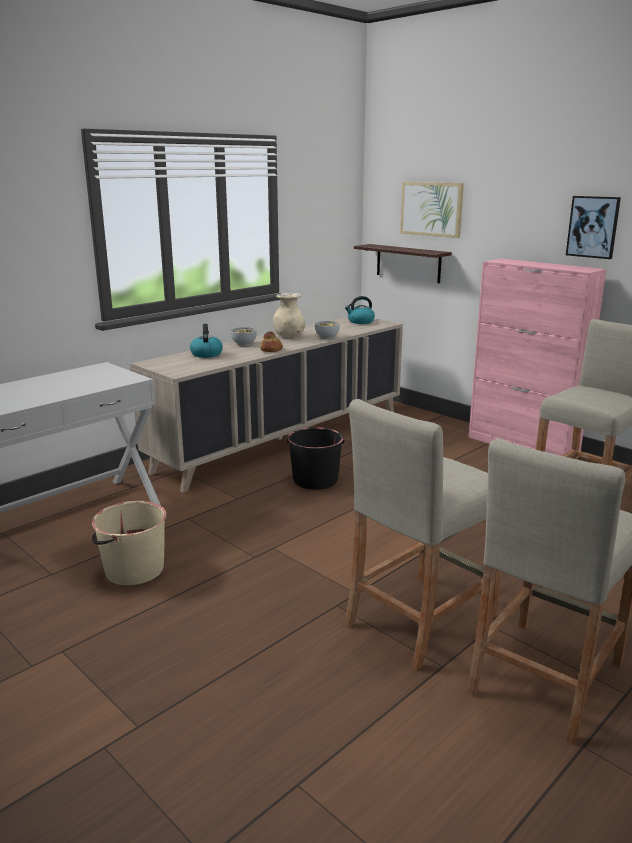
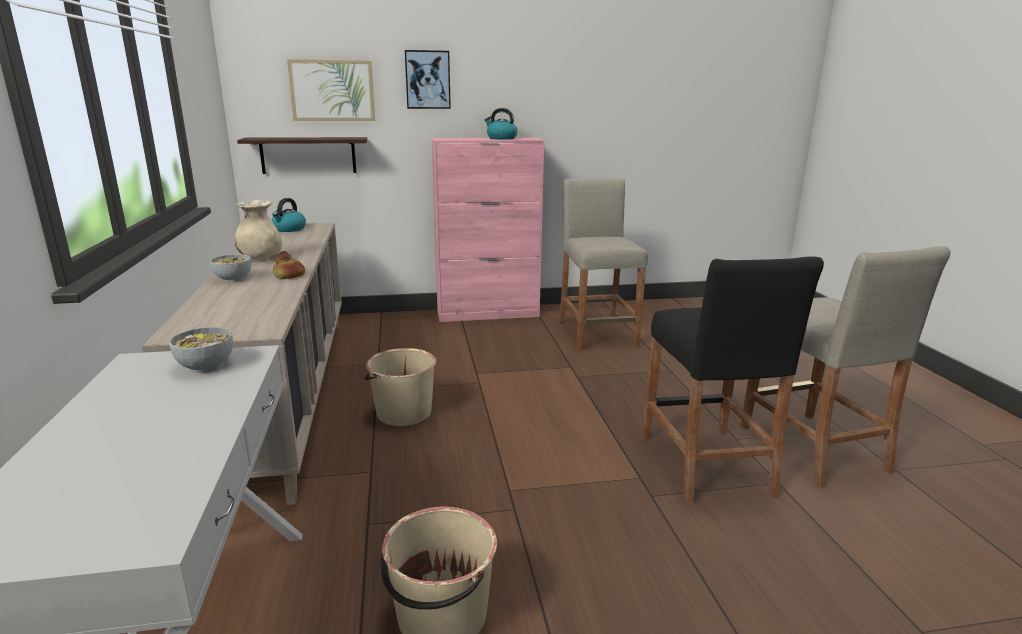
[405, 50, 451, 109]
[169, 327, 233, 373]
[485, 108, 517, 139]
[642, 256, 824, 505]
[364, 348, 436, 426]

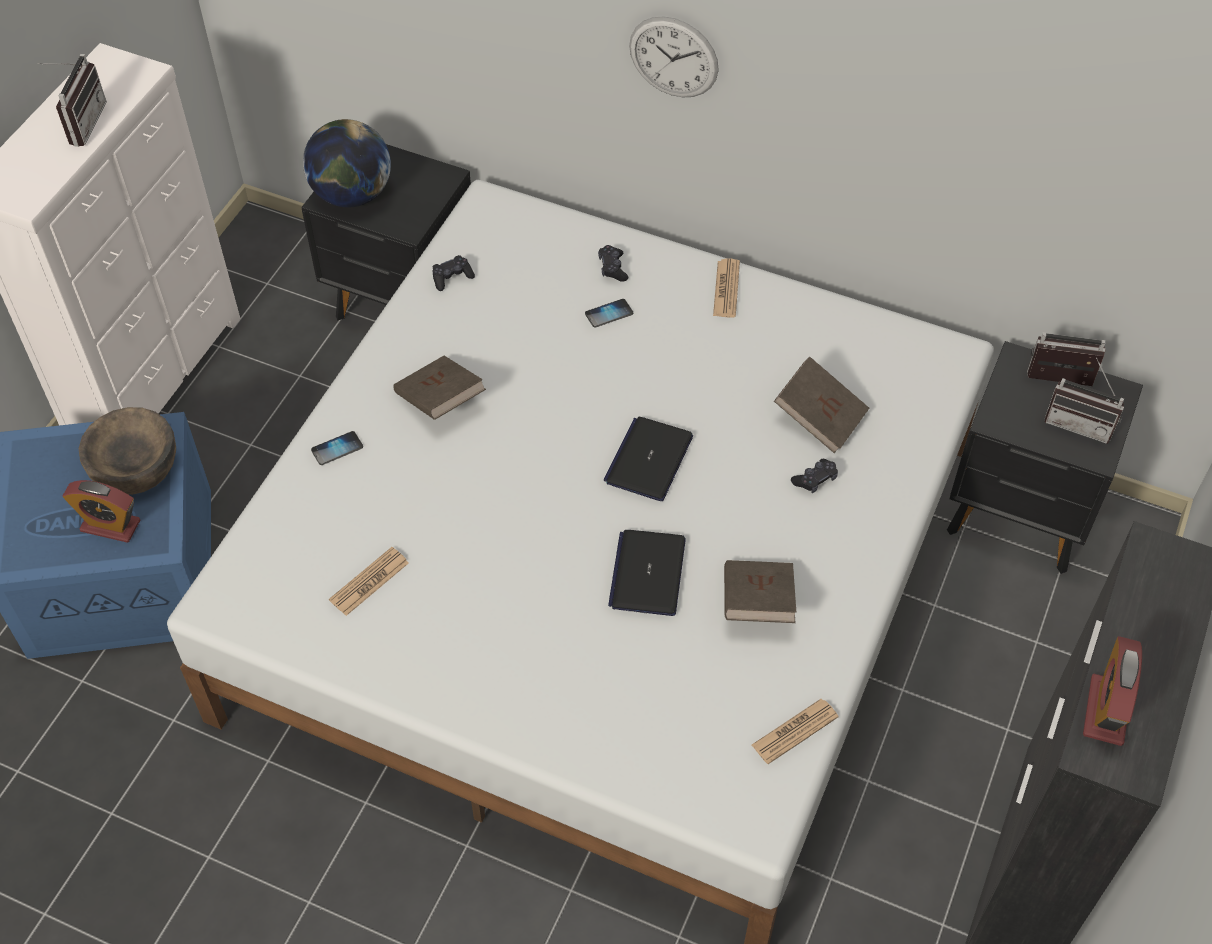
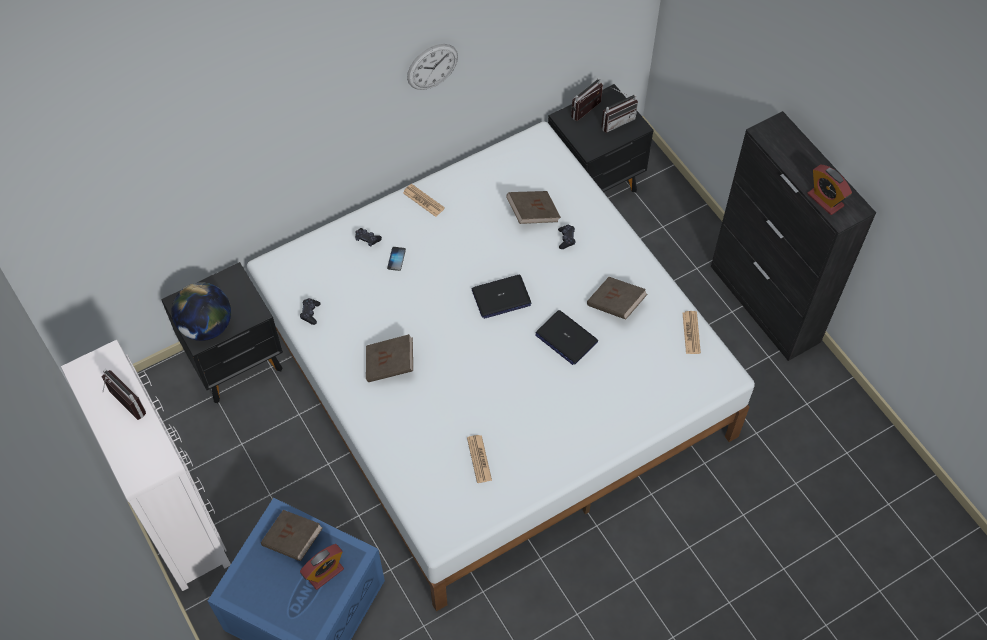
[407, 44, 458, 90]
[261, 510, 323, 561]
[472, 275, 531, 319]
[311, 431, 363, 465] (first image)

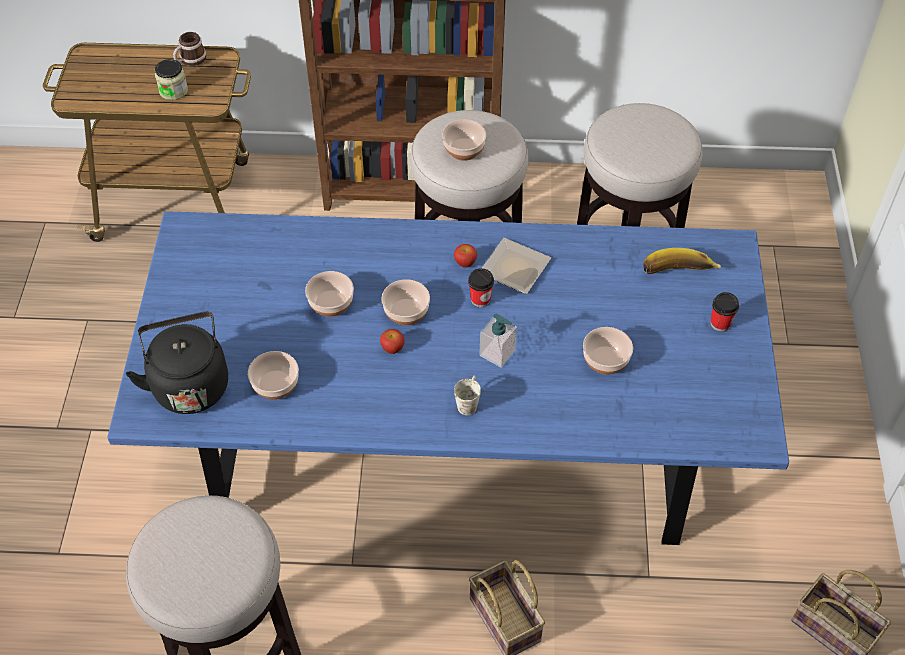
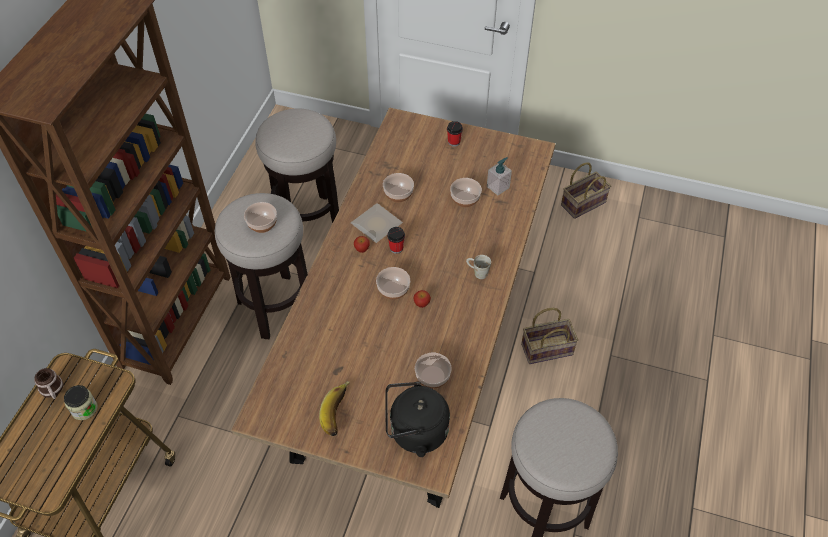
[232, 108, 555, 508]
[319, 381, 350, 436]
[383, 173, 414, 202]
[487, 157, 512, 195]

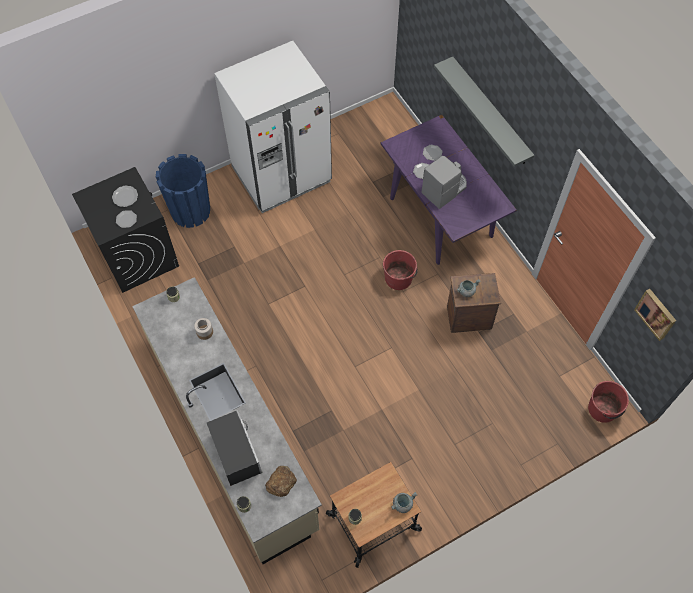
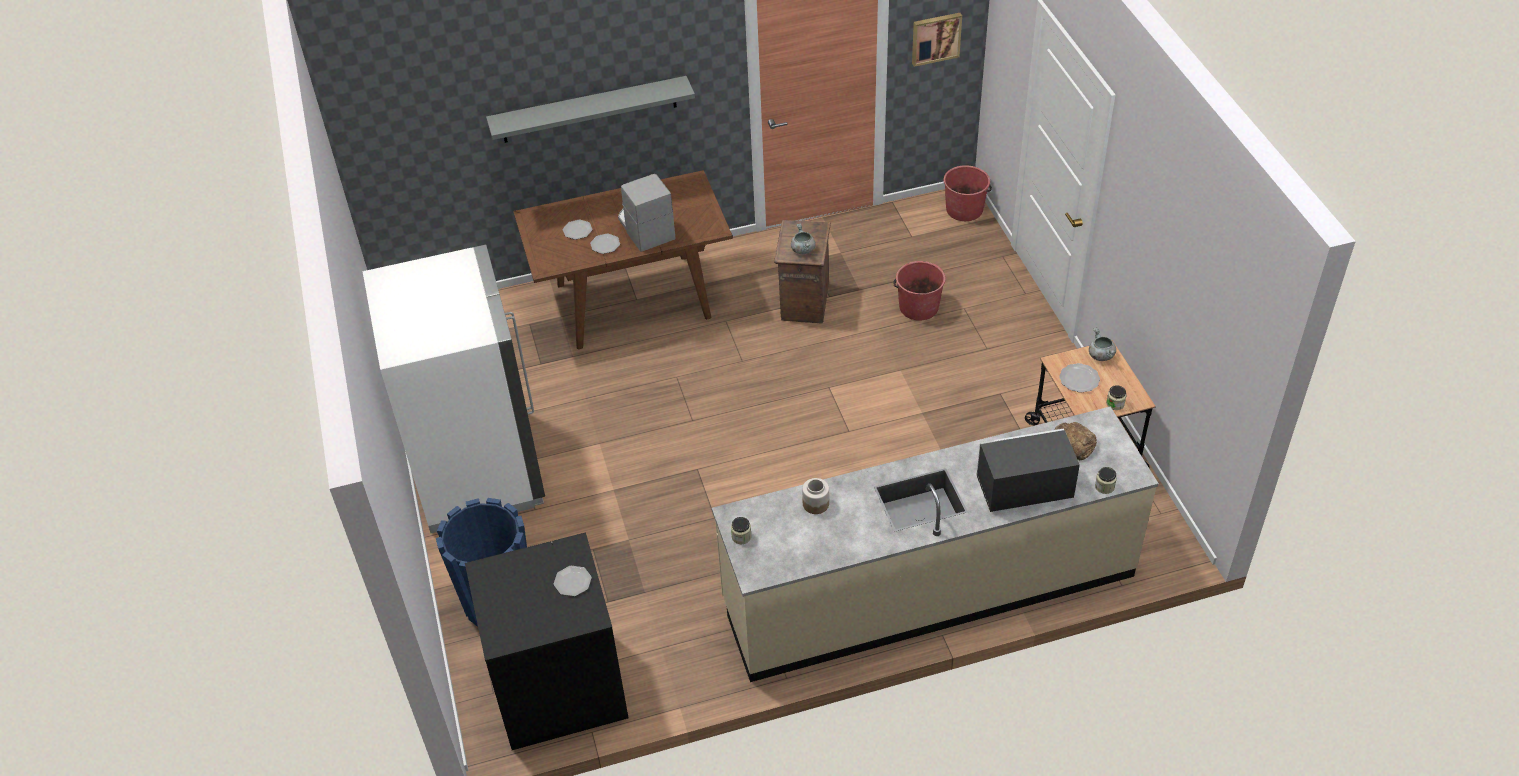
[513, 170, 733, 349]
[1059, 363, 1100, 393]
[893, 261, 946, 321]

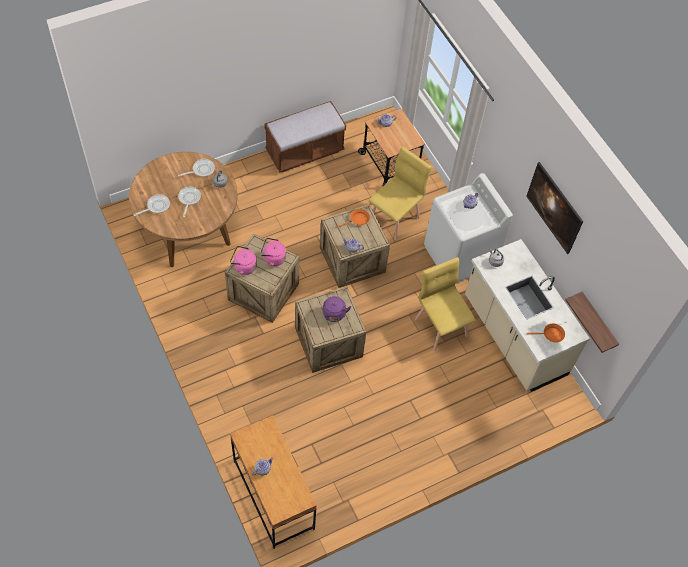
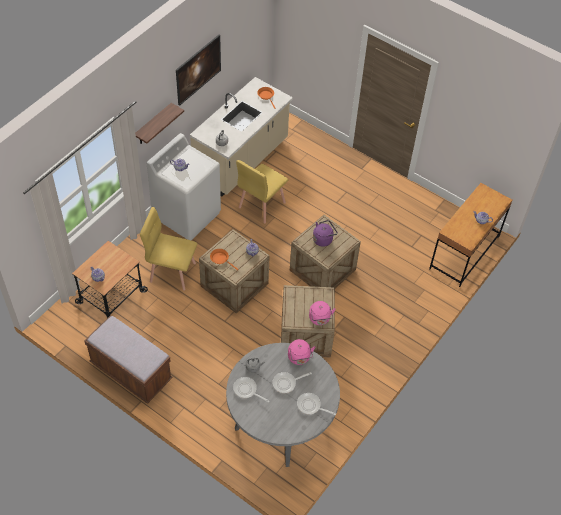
[226, 343, 340, 467]
[288, 339, 315, 365]
[135, 103, 184, 144]

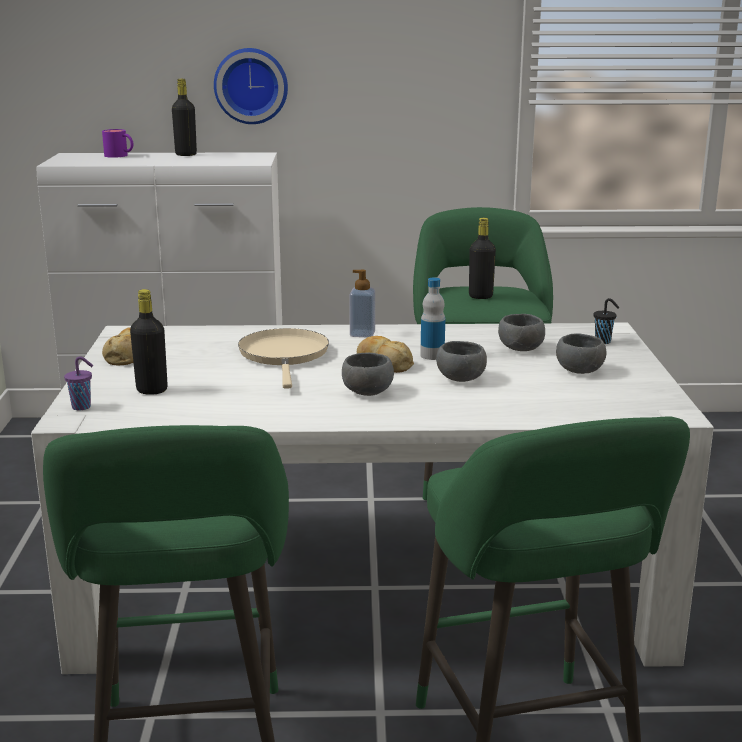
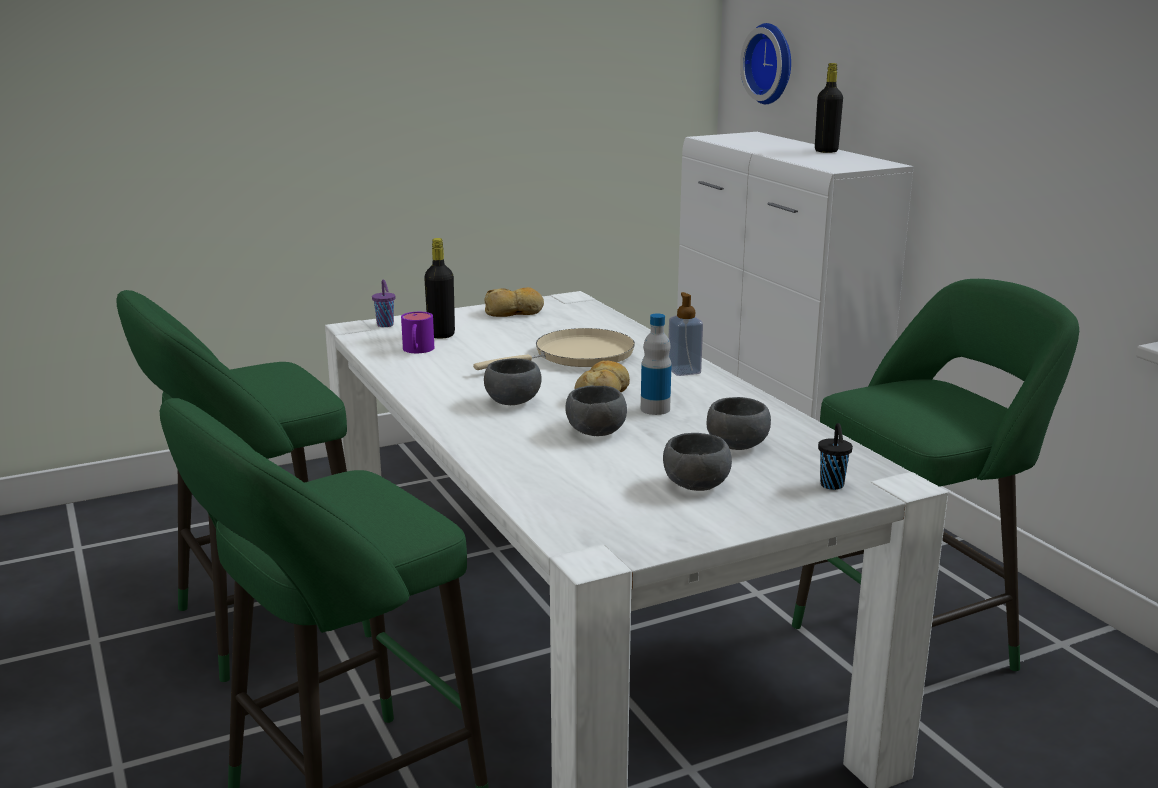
[740, 23, 791, 104]
[401, 312, 434, 353]
[469, 218, 496, 299] (first image)

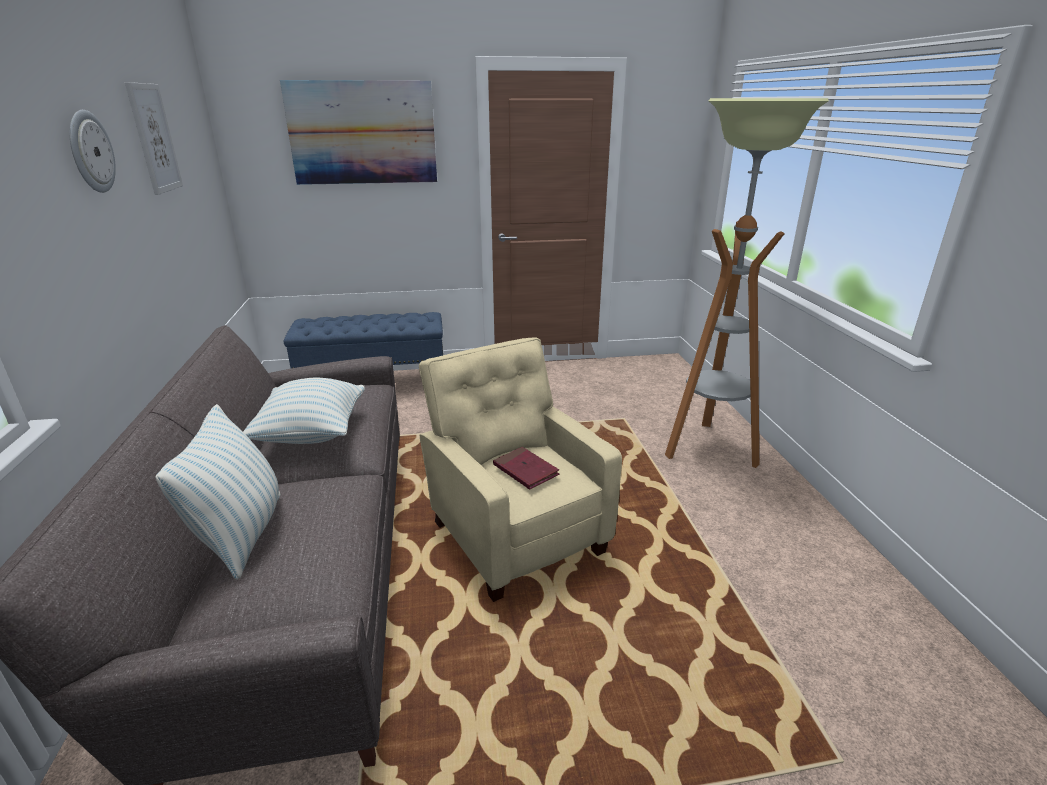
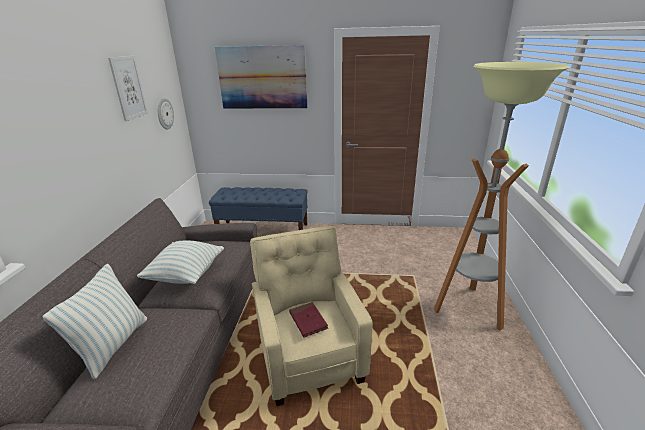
[158, 98, 174, 130]

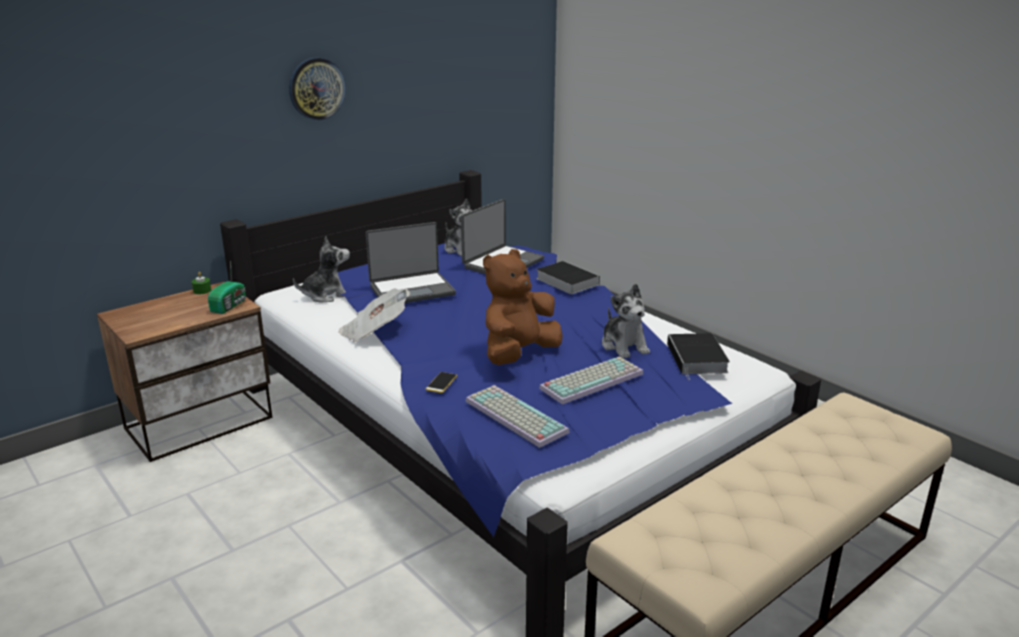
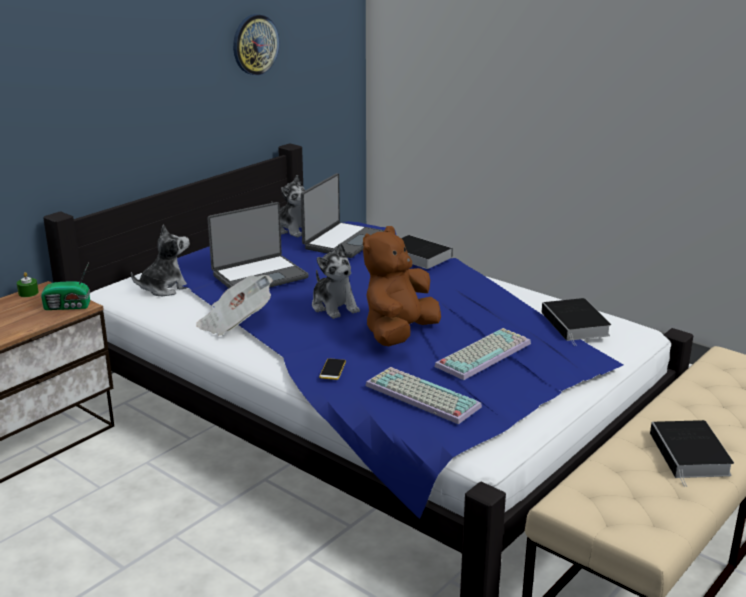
[233, 14, 279, 75]
[41, 262, 90, 310]
[312, 243, 360, 319]
[650, 420, 734, 487]

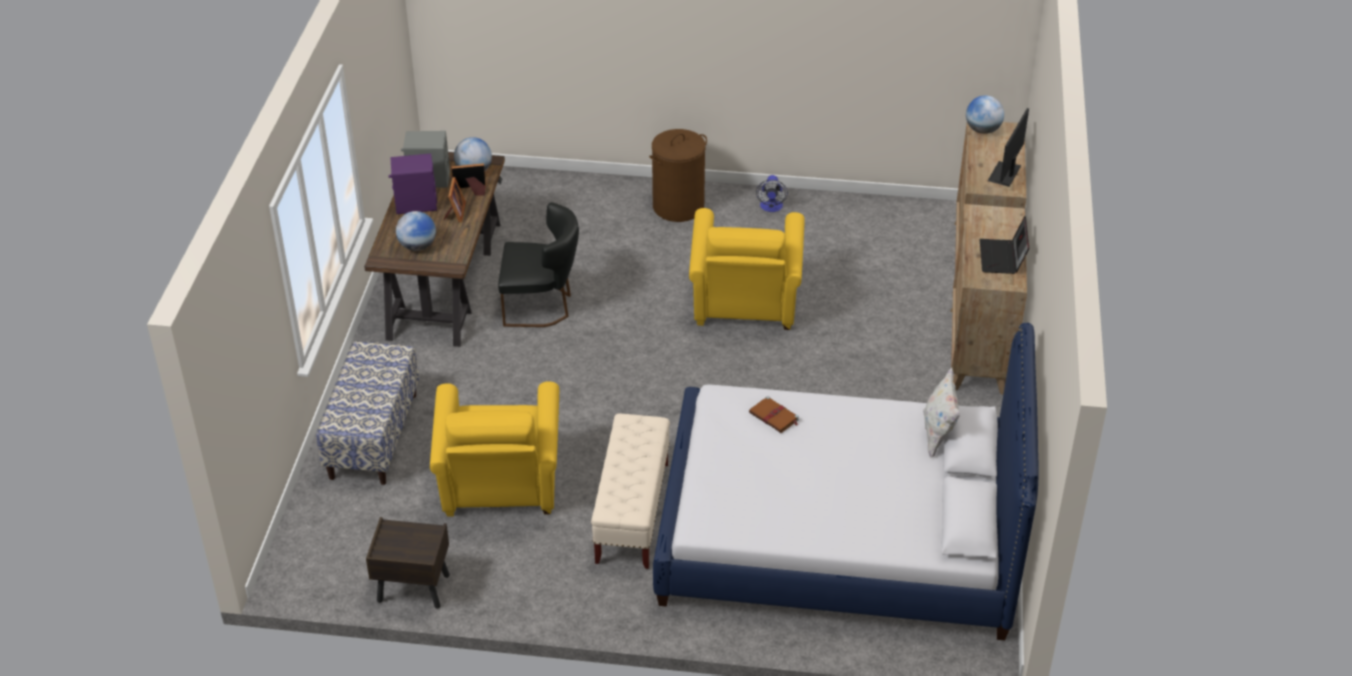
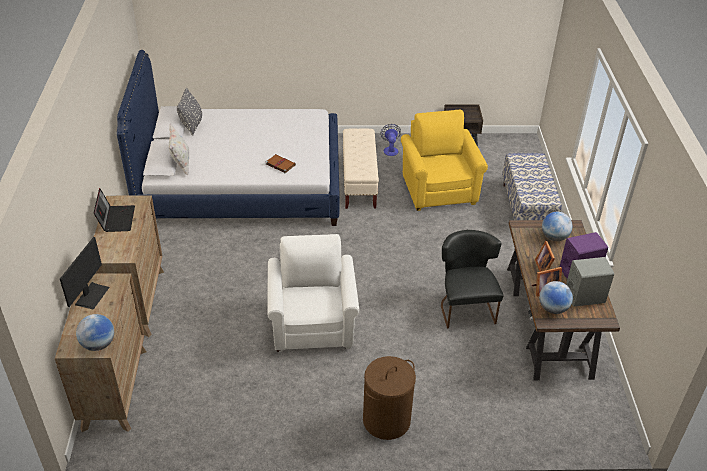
[381, 124, 401, 156]
[441, 229, 504, 329]
[268, 234, 359, 352]
[177, 88, 202, 136]

